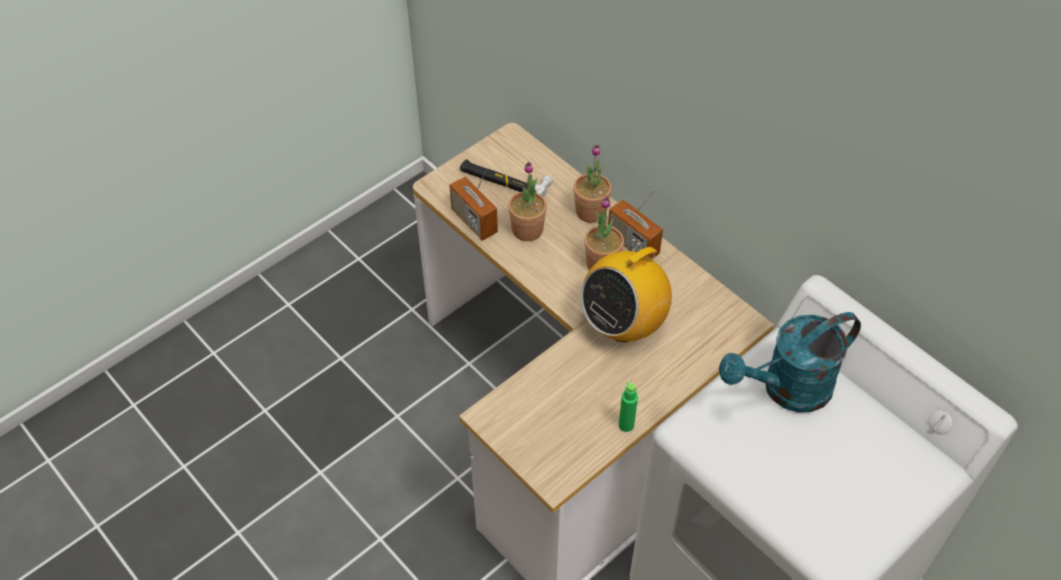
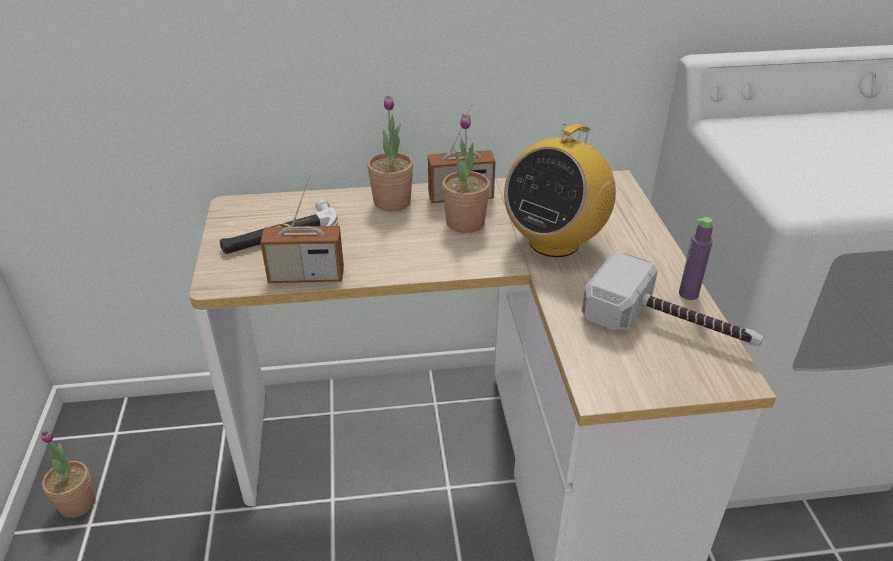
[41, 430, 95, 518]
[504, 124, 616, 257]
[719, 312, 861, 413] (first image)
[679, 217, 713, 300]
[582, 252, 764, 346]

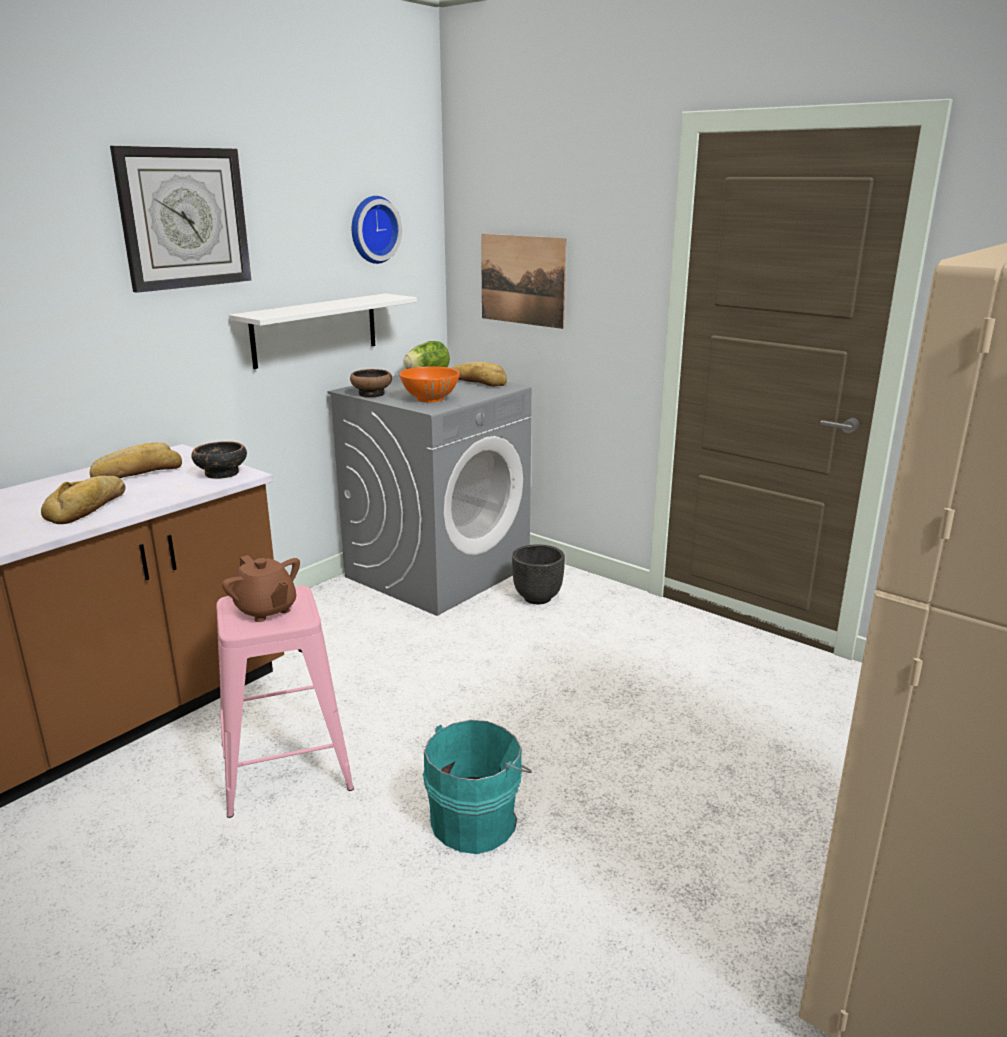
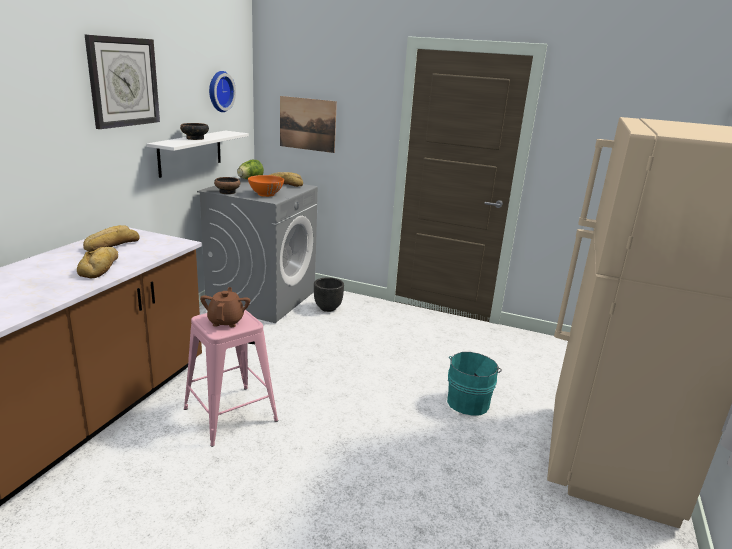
[180, 123, 209, 140]
[200, 287, 250, 327]
[447, 352, 502, 416]

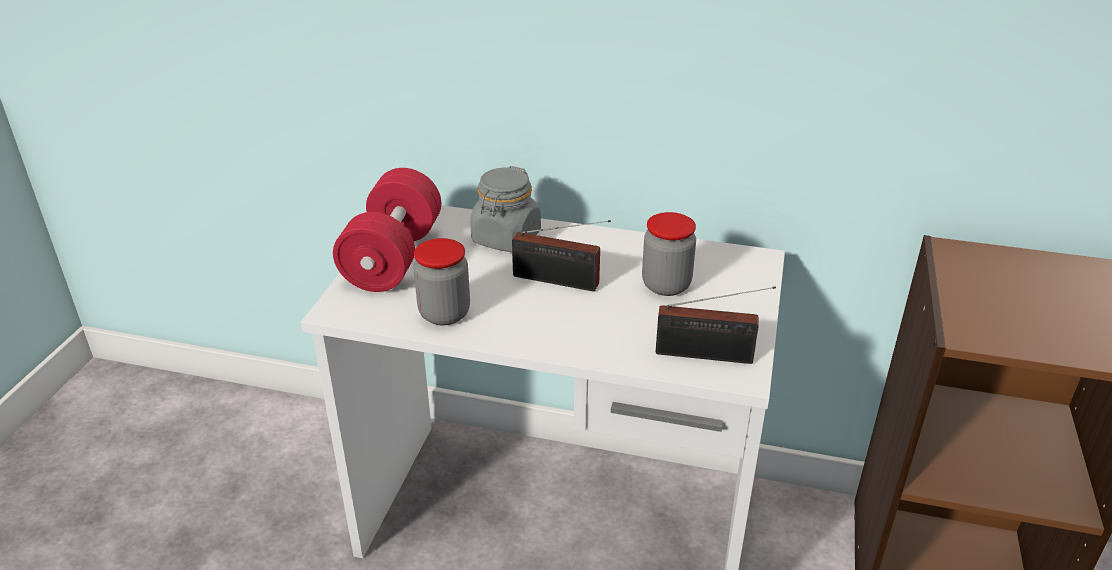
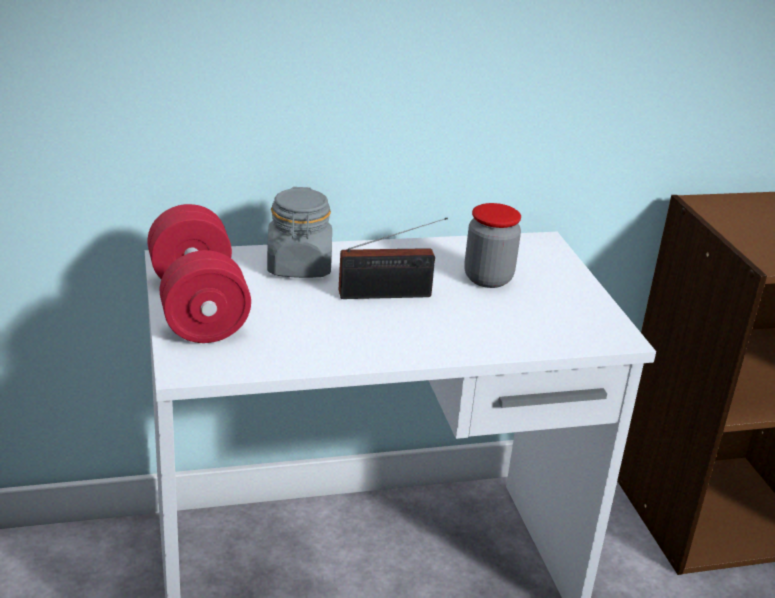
[413, 238, 470, 325] (first image)
[656, 286, 776, 364] (first image)

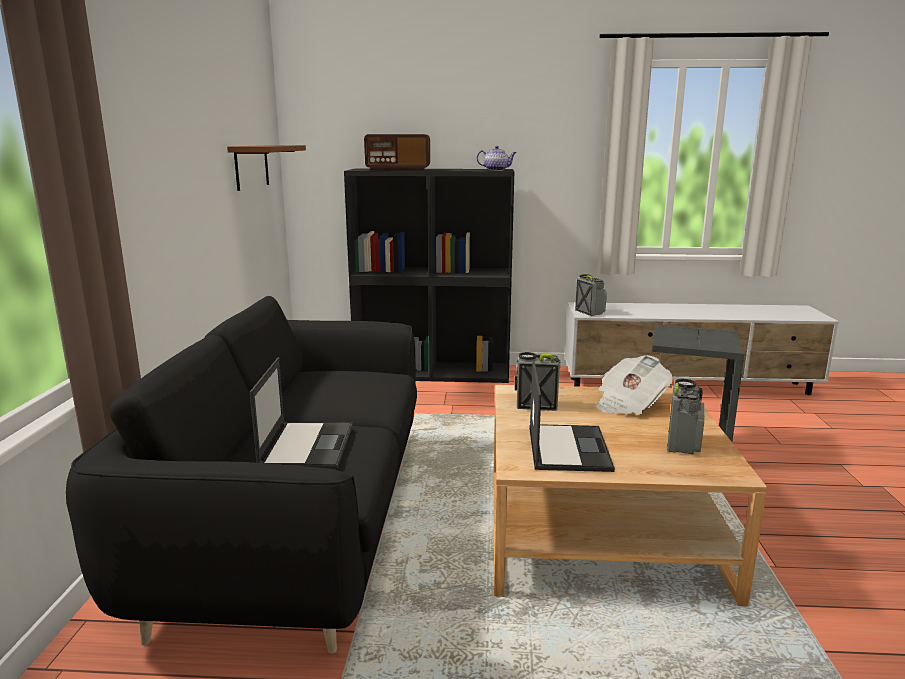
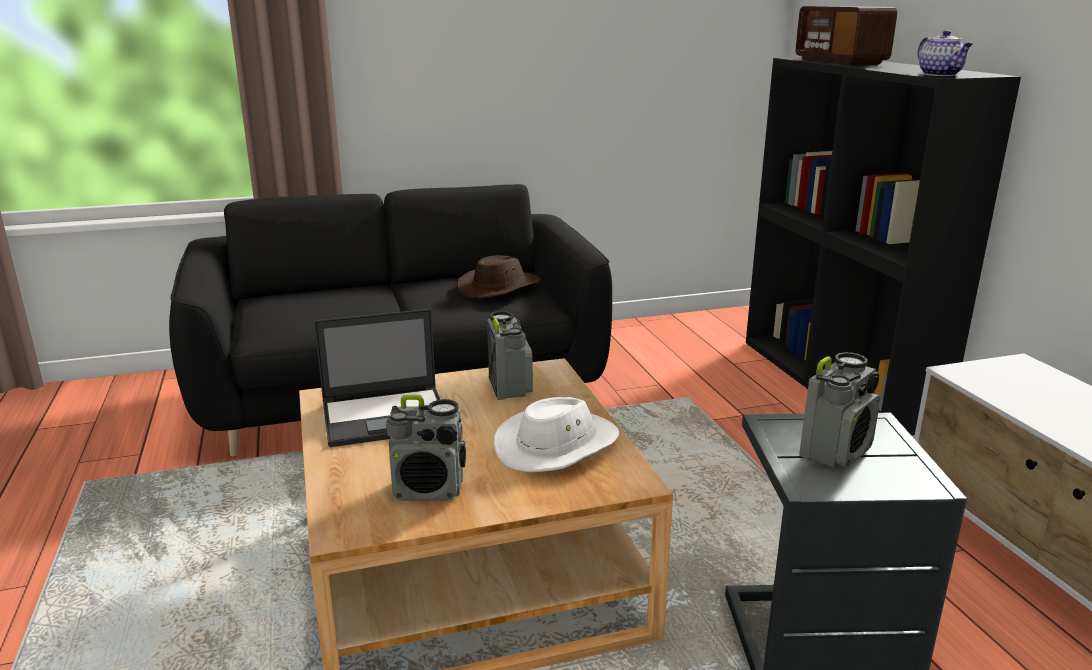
[227, 145, 306, 191] (first image)
[799, 352, 881, 468]
[494, 397, 619, 472]
[250, 357, 353, 469] (first image)
[457, 255, 541, 299]

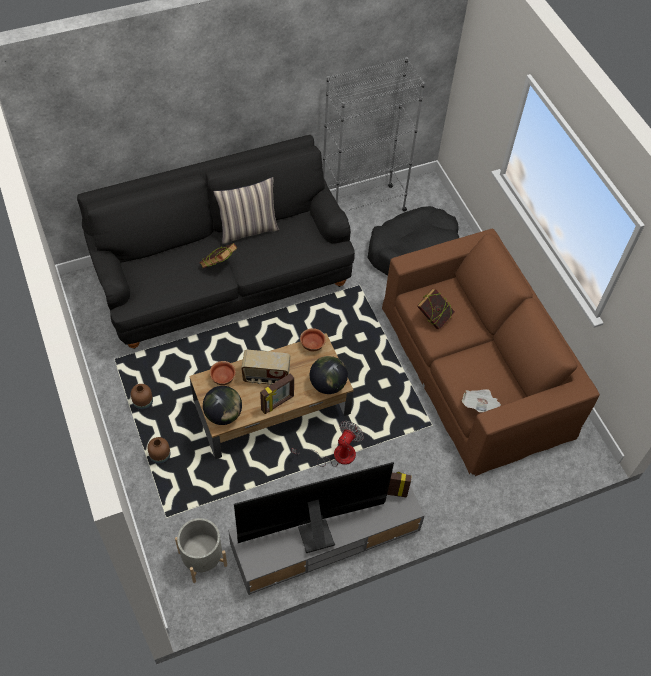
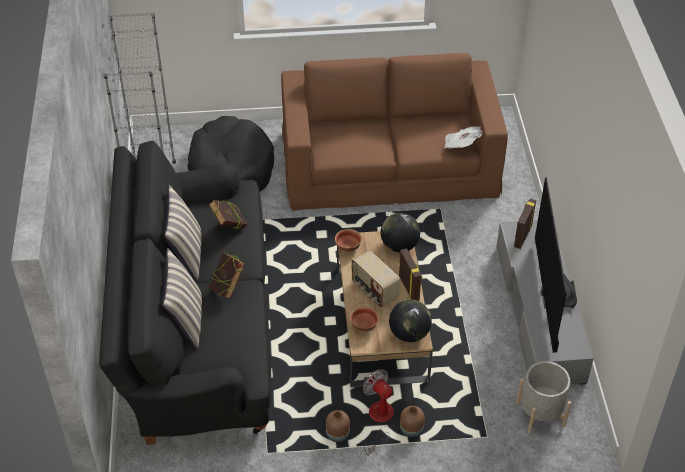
[209, 200, 248, 229]
[351, 250, 400, 307]
[363, 369, 394, 456]
[162, 248, 202, 348]

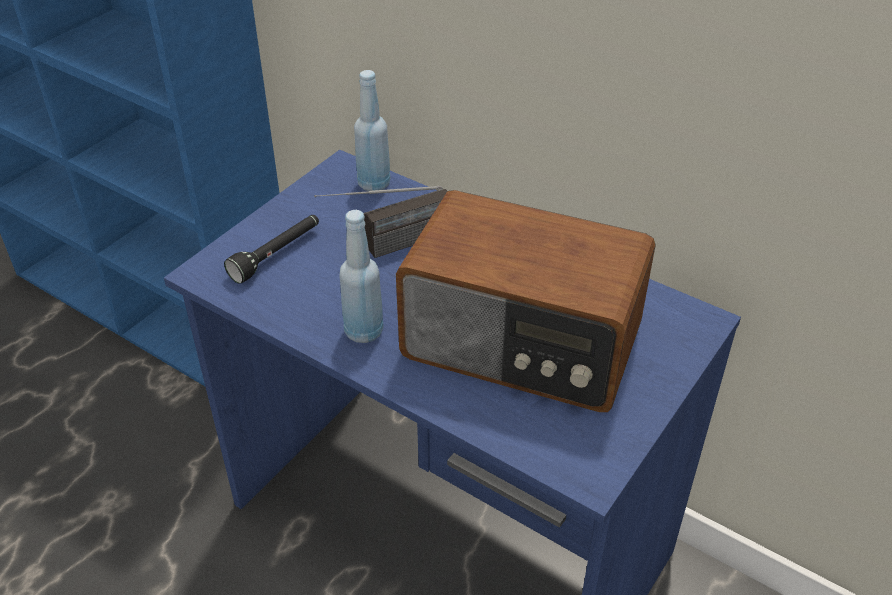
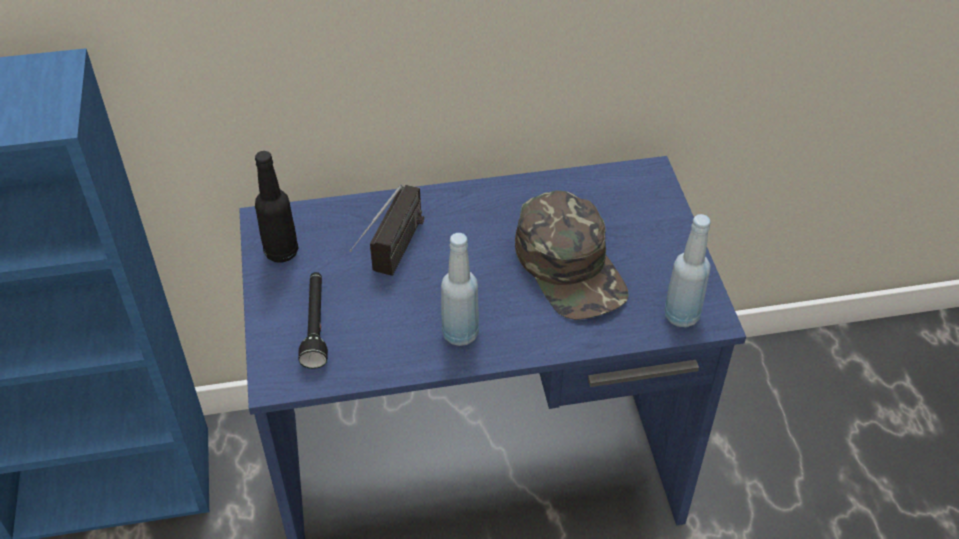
[664, 214, 711, 327]
[515, 190, 628, 320]
[255, 151, 298, 263]

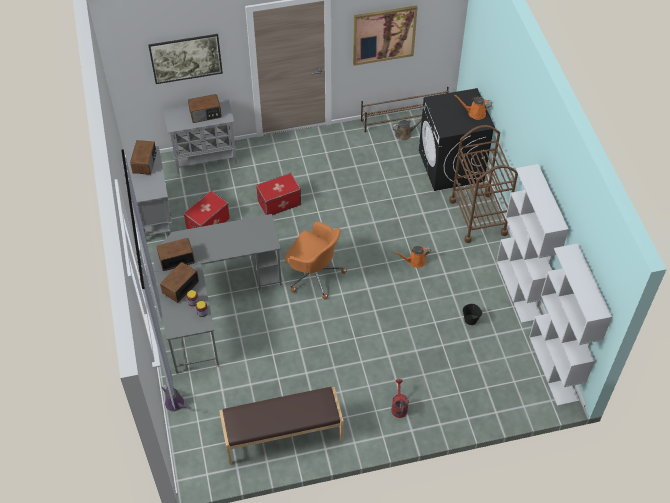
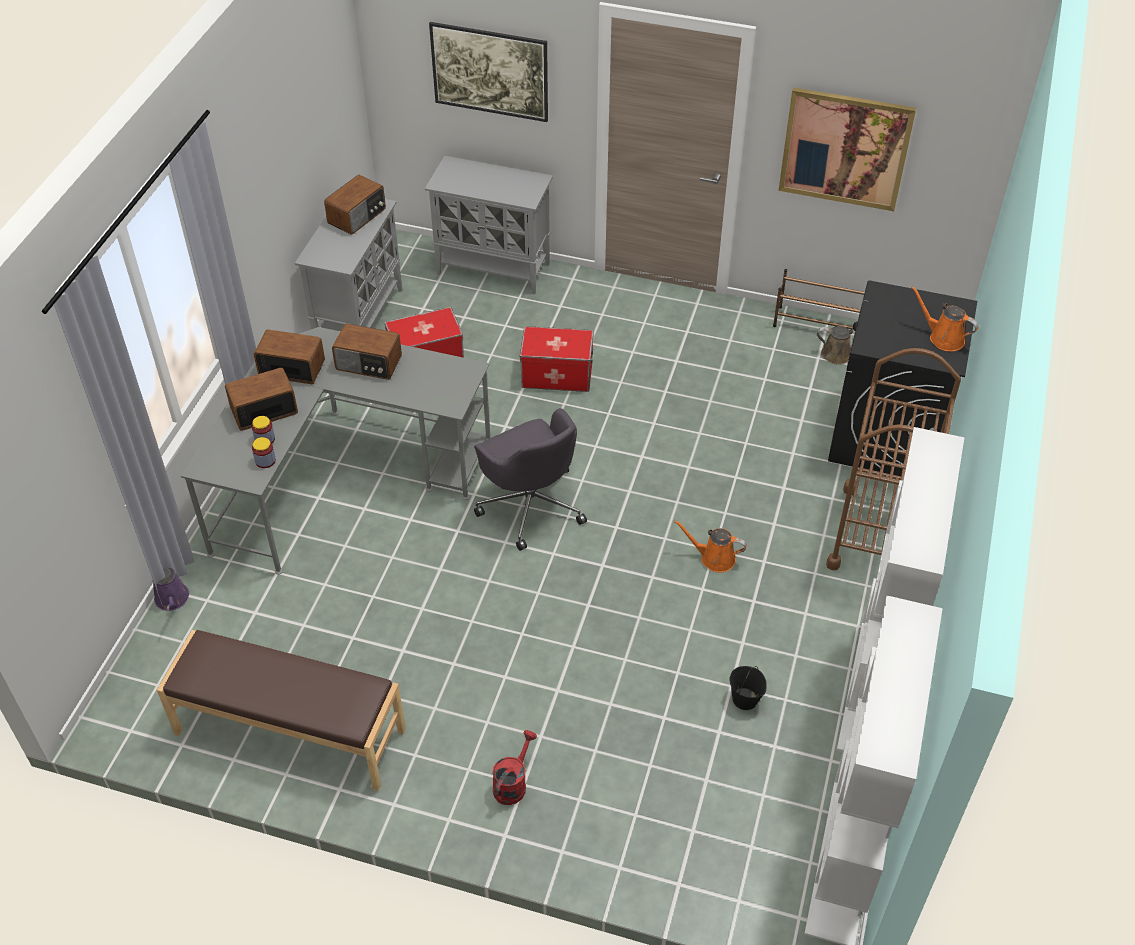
[332, 323, 402, 380]
[474, 408, 587, 551]

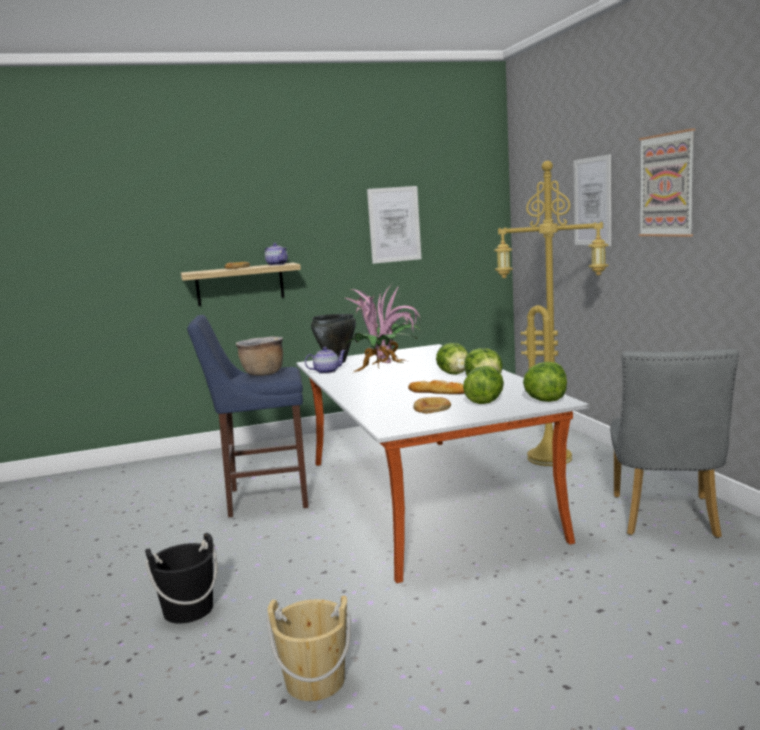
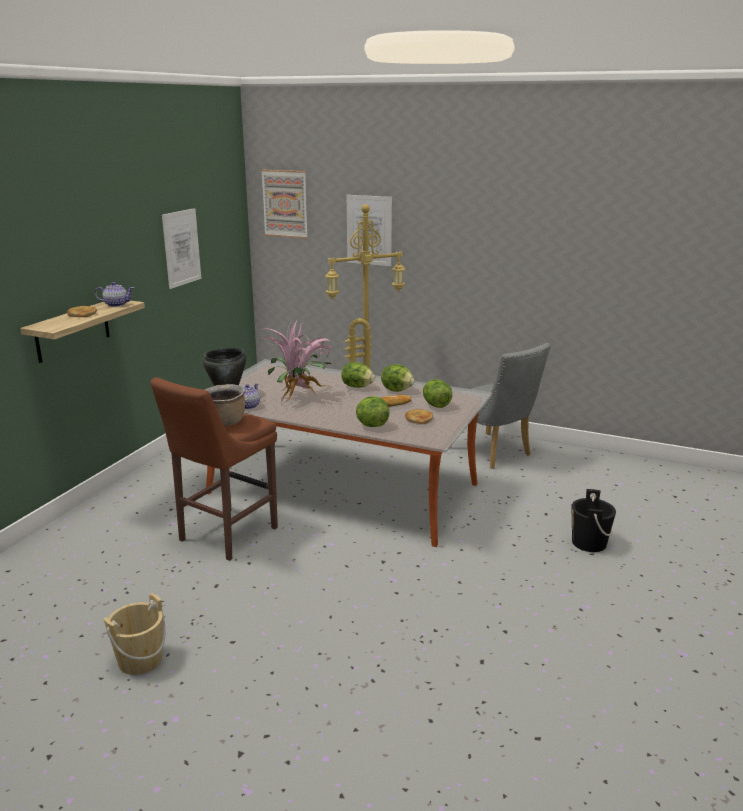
[261, 170, 308, 238]
[150, 377, 278, 561]
[356, 396, 389, 427]
[571, 489, 616, 552]
[103, 593, 165, 675]

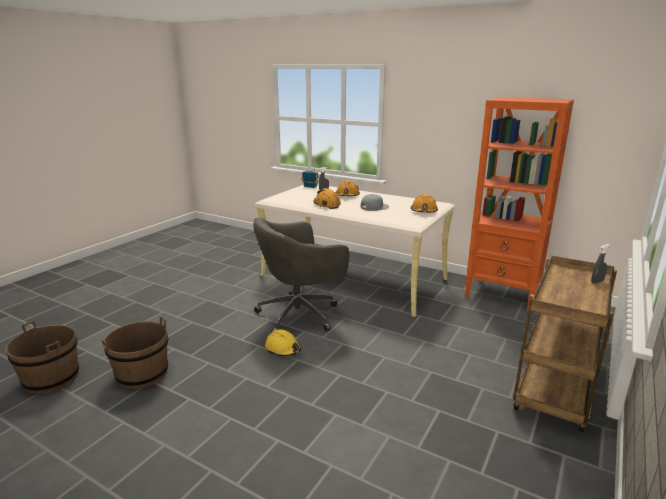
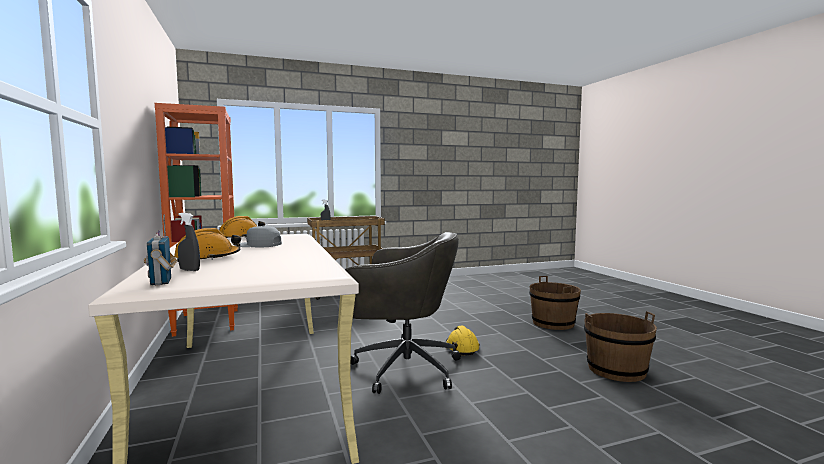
[314, 188, 341, 209] (first image)
[529, 276, 581, 330]

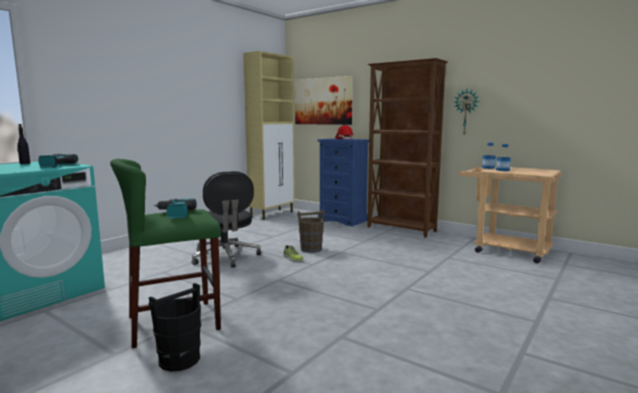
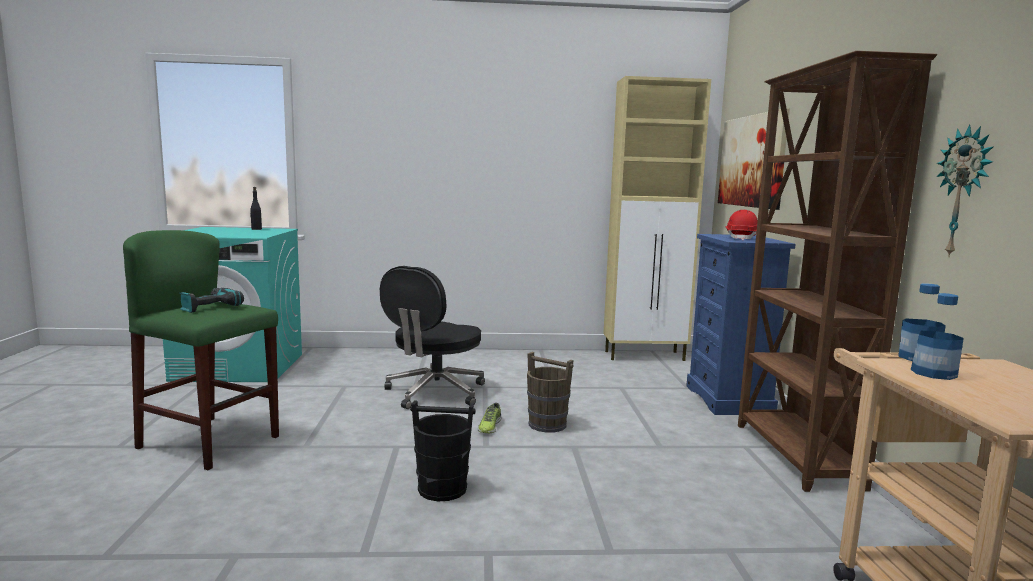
[38, 154, 78, 168] (first image)
[410, 400, 476, 501]

